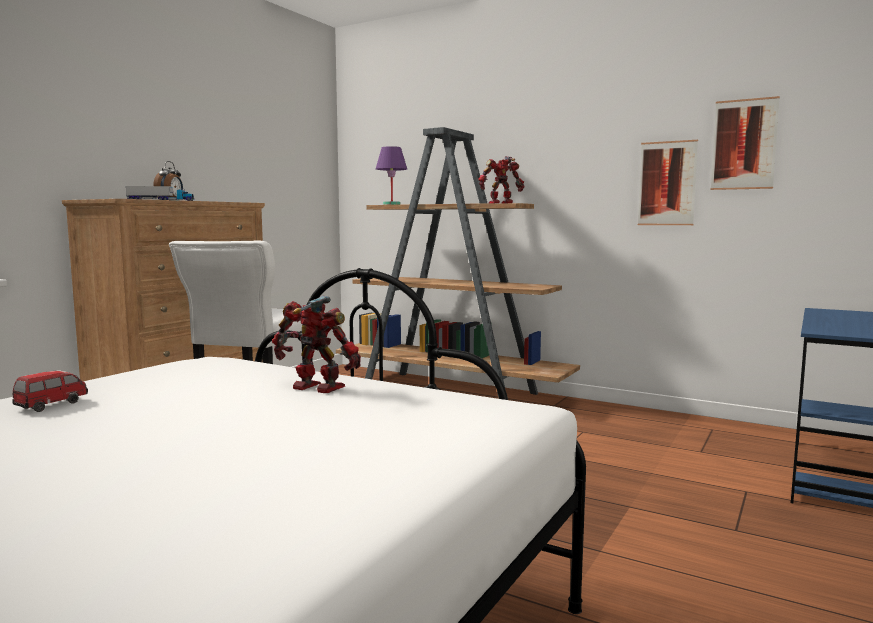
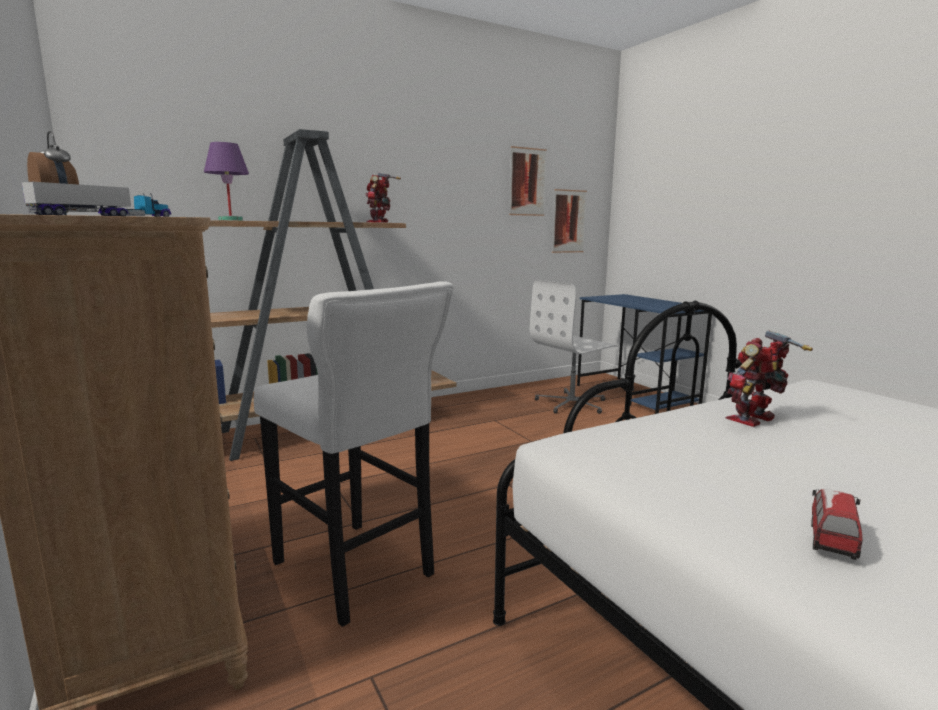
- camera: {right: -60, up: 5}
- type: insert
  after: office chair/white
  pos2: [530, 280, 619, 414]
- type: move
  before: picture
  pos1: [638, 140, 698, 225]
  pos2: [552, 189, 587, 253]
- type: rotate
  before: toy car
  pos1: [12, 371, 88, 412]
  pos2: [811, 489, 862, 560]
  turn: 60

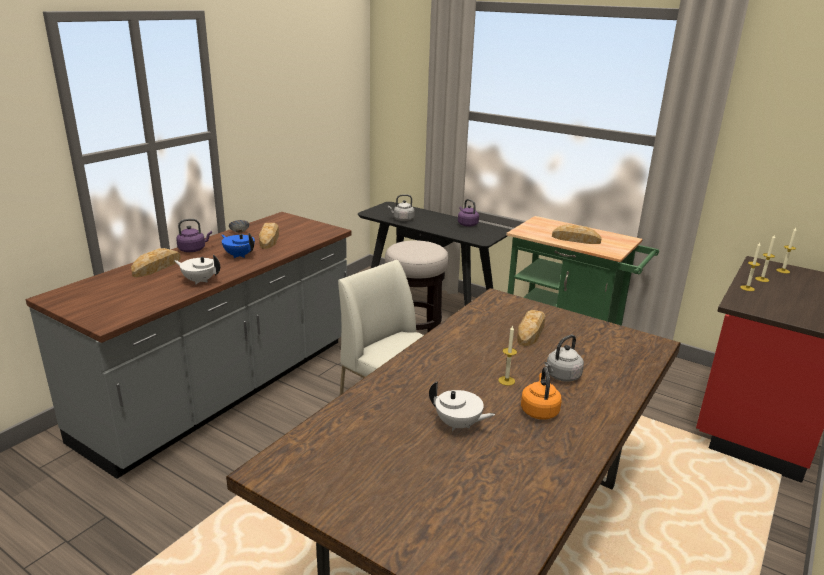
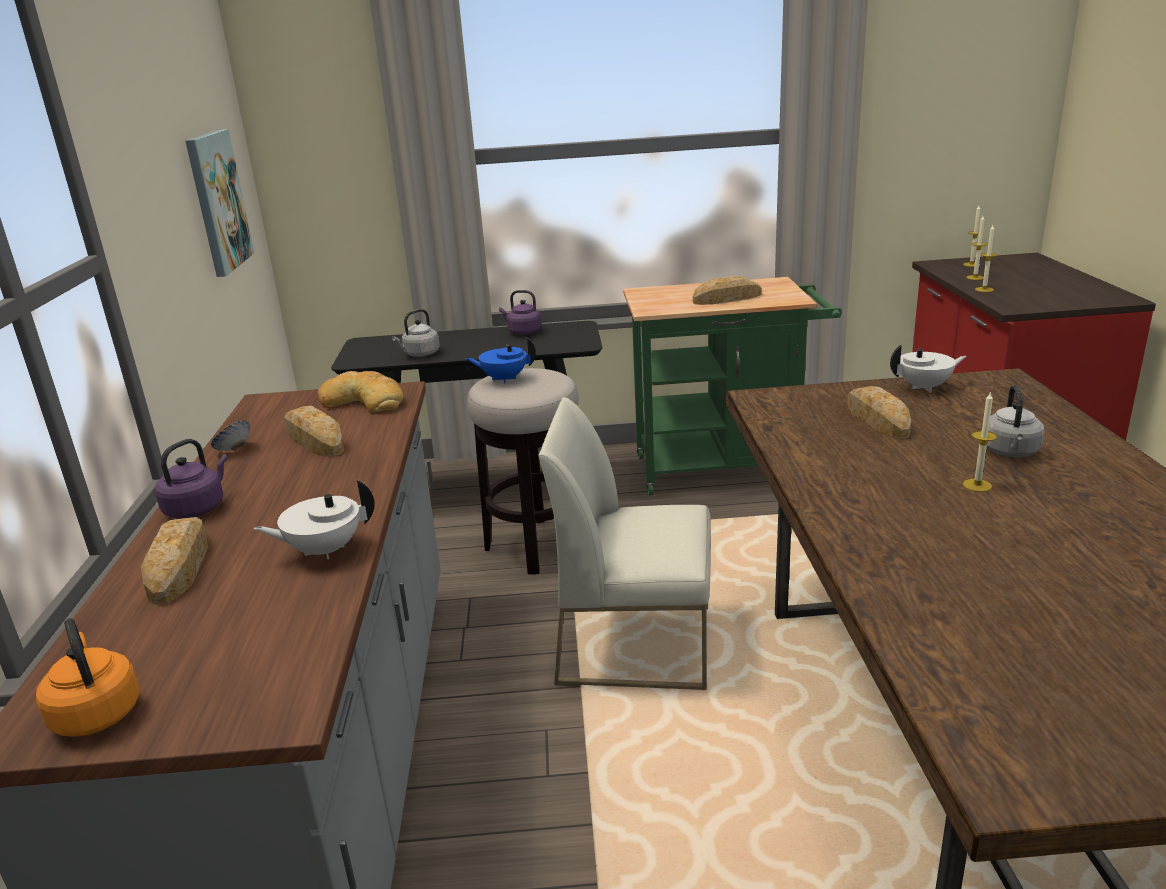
- camera: {right: -35, up: 0}
- type: insert
  after: picture
  pos2: [185, 129, 254, 277]
- type: insert
  after: bread
  pos2: [317, 371, 403, 413]
- type: move
  before: teapot/blue
  pos1: [222, 233, 255, 258]
  pos2: [465, 337, 536, 383]
- type: move
  before: teapot/white
  pos1: [429, 381, 495, 431]
  pos2: [890, 345, 967, 393]
- type: move
  before: kettle/orange
  pos1: [521, 367, 562, 420]
  pos2: [36, 618, 139, 737]

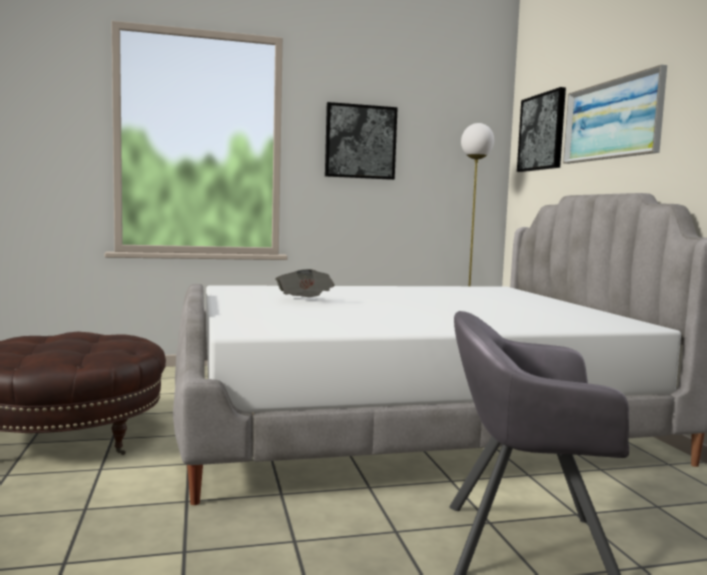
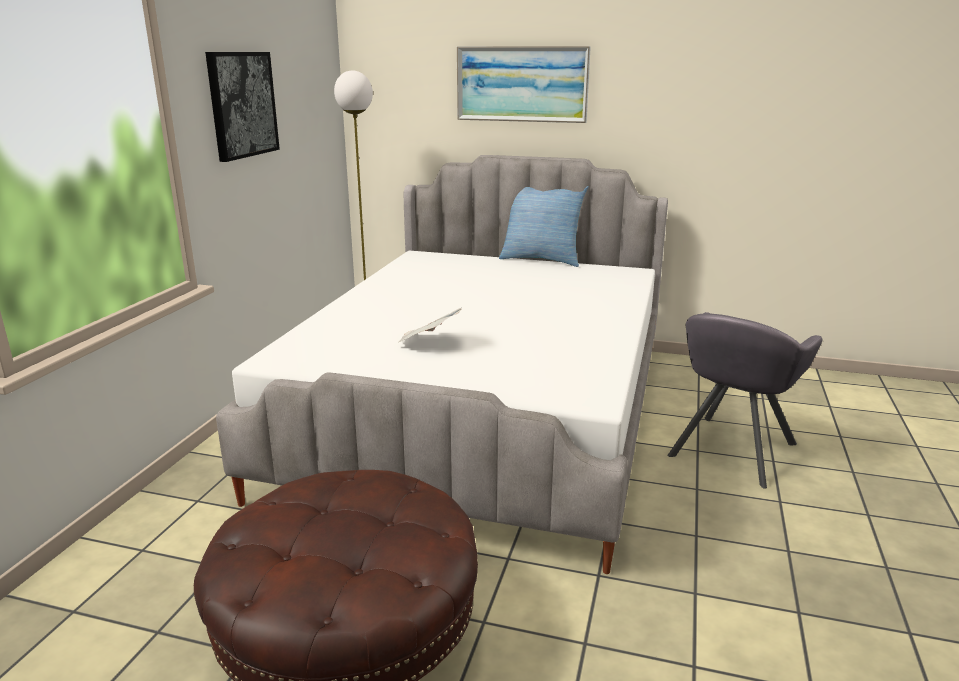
- camera: {right: -60, up: 15}
- type: delete
  before: picture
  pos1: [517, 87, 566, 172]
- type: insert
  after: pillow
  pos2: [499, 186, 589, 267]

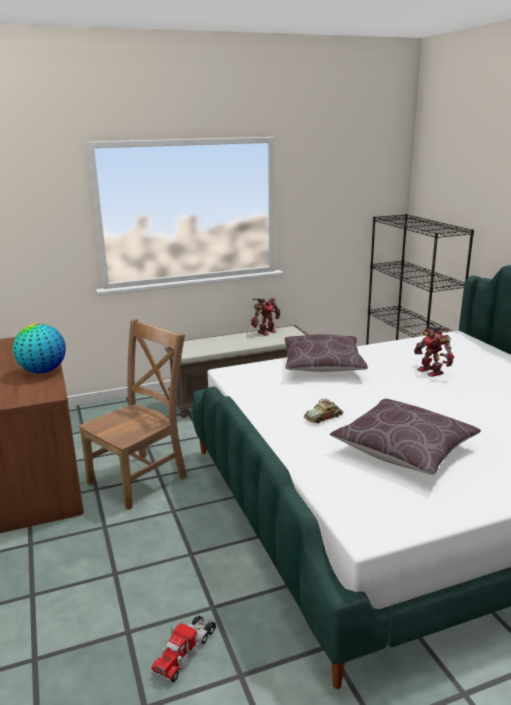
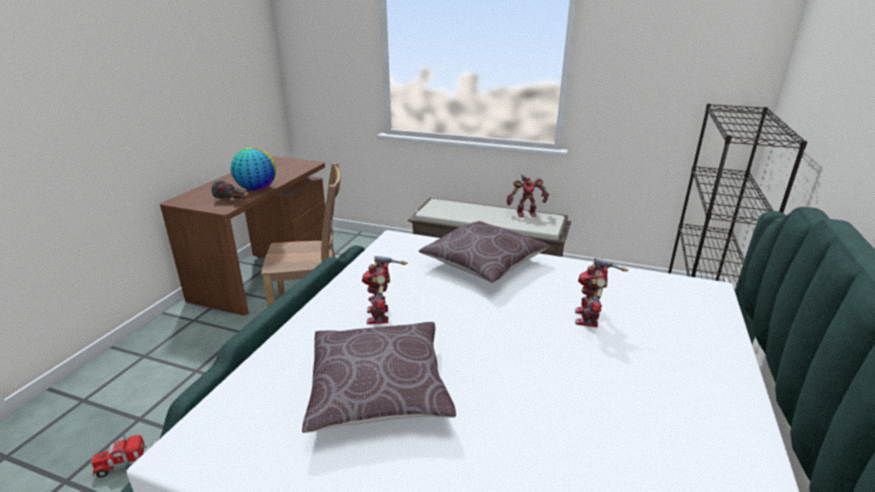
- camera: {right: 40, up: 5}
- type: insert
  after: flashlight
  pos2: [211, 180, 249, 199]
- type: replace
  before: toy car
  after: toy robot
  pos1: [304, 398, 343, 423]
  pos2: [362, 256, 407, 324]

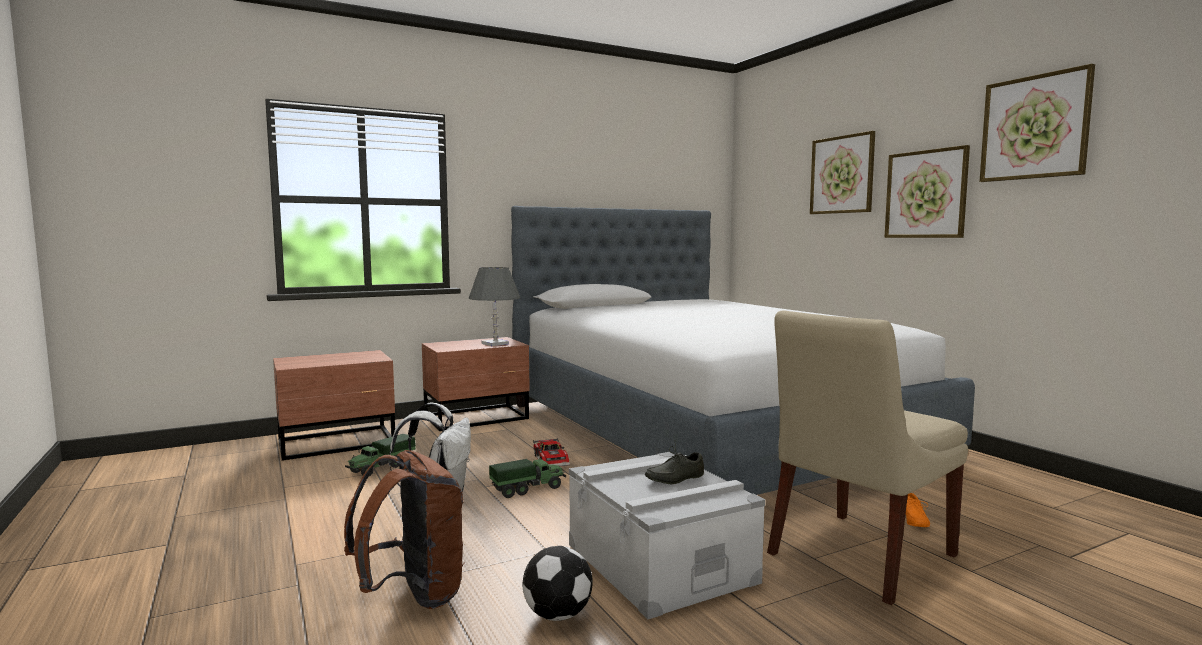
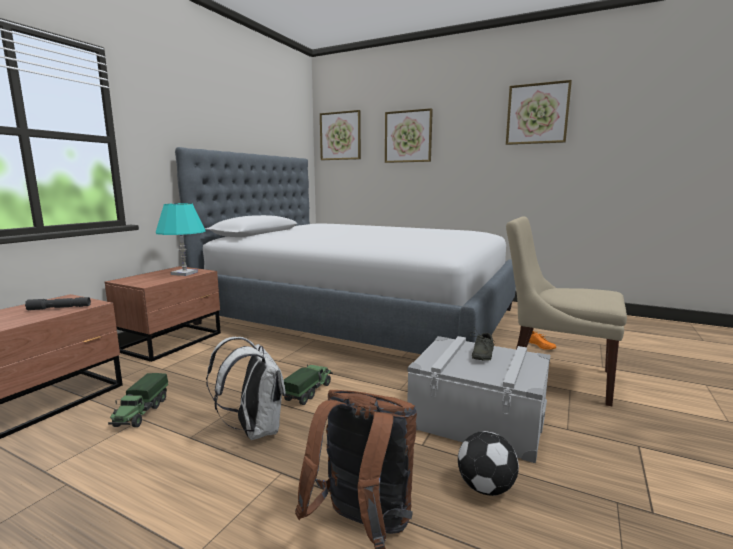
- camera: {right: -35, up: 5}
- type: delete
  before: toy car
  pos1: [533, 438, 570, 467]
- type: insert
  after: flashlight/grey
  pos2: [25, 297, 91, 310]
- type: move
  before: picture
  pos1: [884, 145, 970, 238]
  pos2: [320, 110, 361, 160]
- type: recolor
  before: table lamp/grey
  after: table lamp/turquoise
  pos1: [469, 267, 520, 346]
  pos2: [156, 203, 206, 276]
- type: rotate
  before: chair/beige
  pos1: [767, 311, 968, 605]
  pos2: [506, 216, 627, 406]
  turn: 105

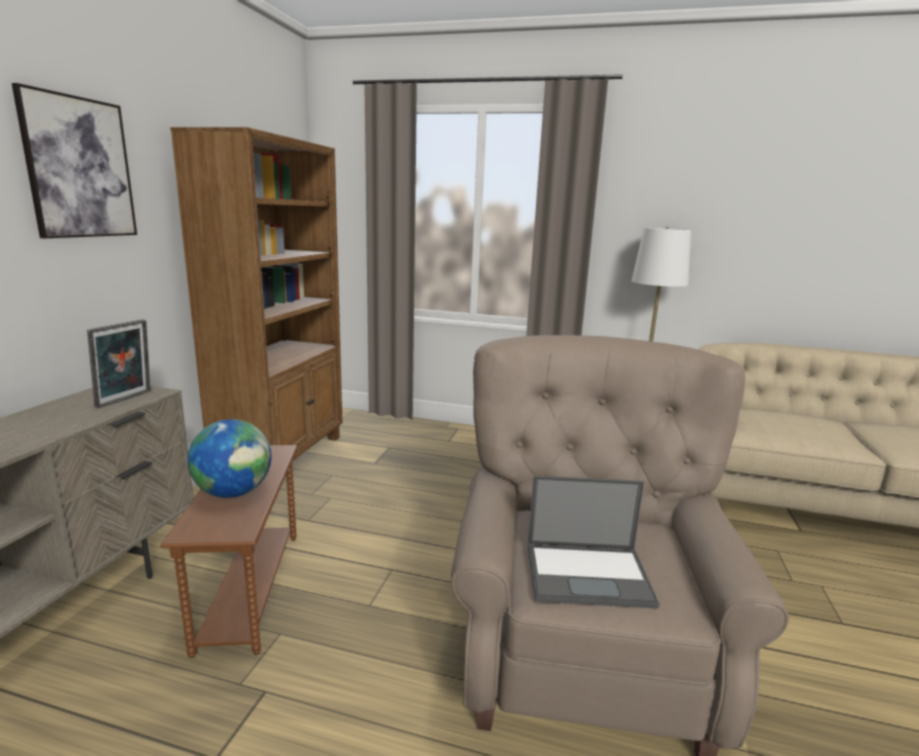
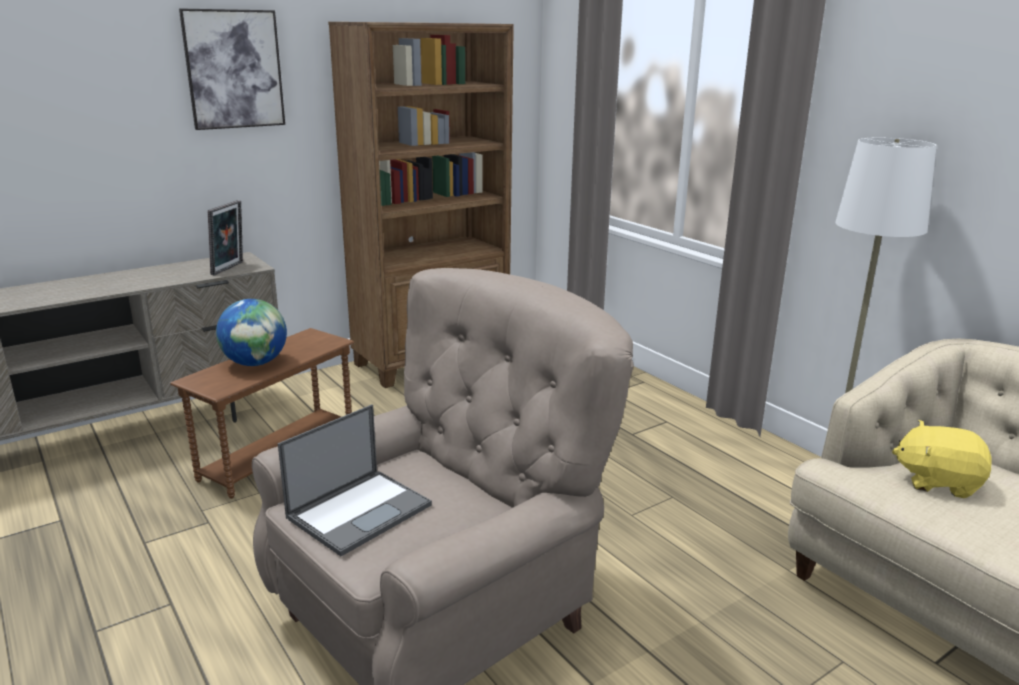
- camera: {right: 40, up: 5}
- type: insert
  after: plush toy/yellow
  pos2: [892, 420, 991, 498]
- type: rotate
  before: picture frame
  pos1: [87, 319, 151, 408]
  pos2: [208, 200, 243, 276]
  turn: -45
- type: rotate
  before: laptop
  pos1: [528, 475, 660, 609]
  pos2: [278, 404, 432, 556]
  turn: -90

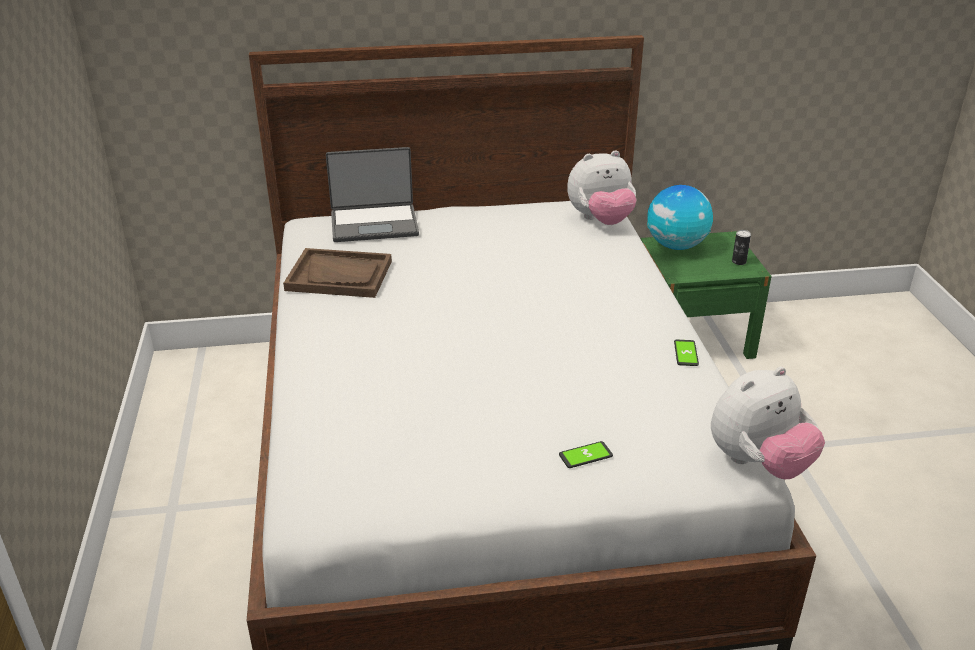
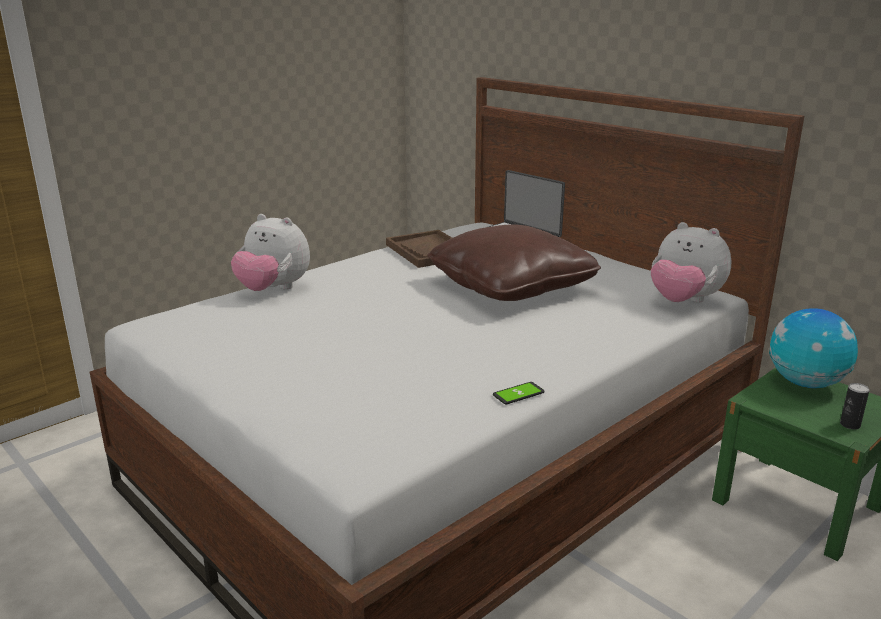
- camera: {right: 55, up: -10}
- type: delete
  before: phone
  pos1: [559, 441, 613, 468]
- type: insert
  after: pillow/brown
  pos2: [427, 224, 601, 301]
- type: move
  before: plush toy
  pos1: [711, 367, 825, 479]
  pos2: [231, 214, 310, 291]

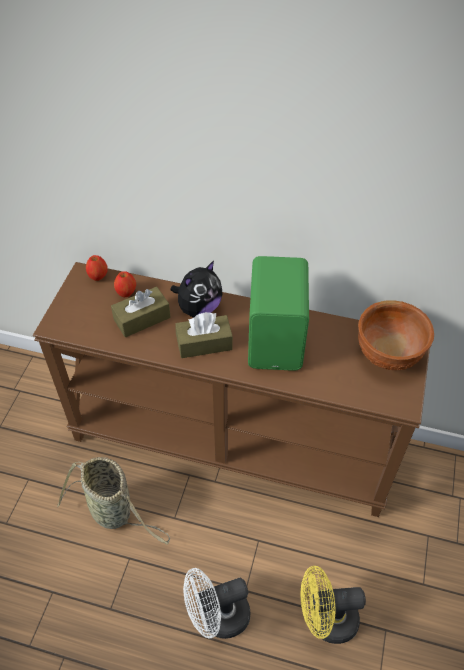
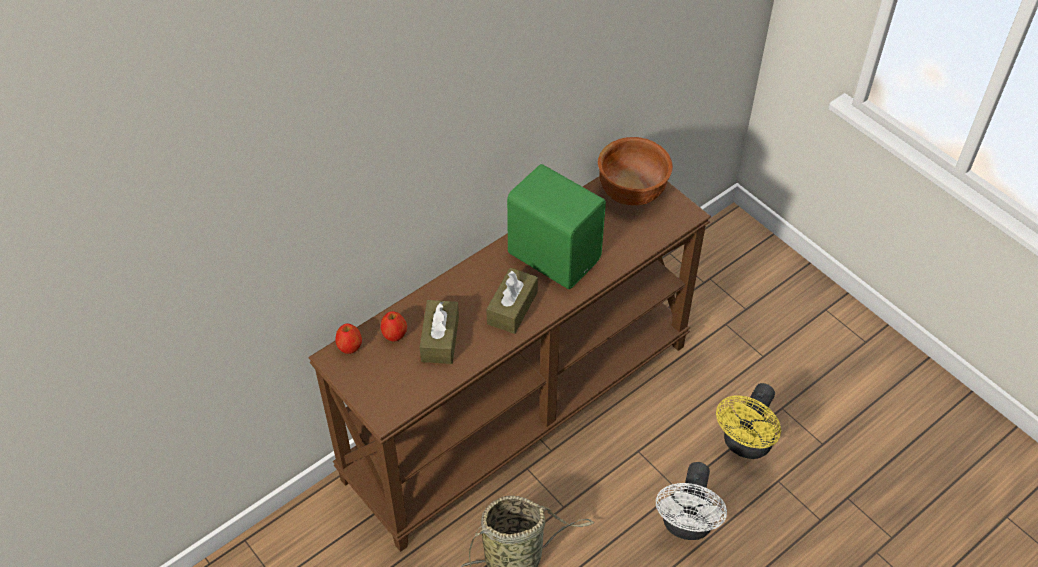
- camera: {right: -55, up: 0}
- type: delete
  before: plush toy
  pos1: [171, 261, 222, 317]

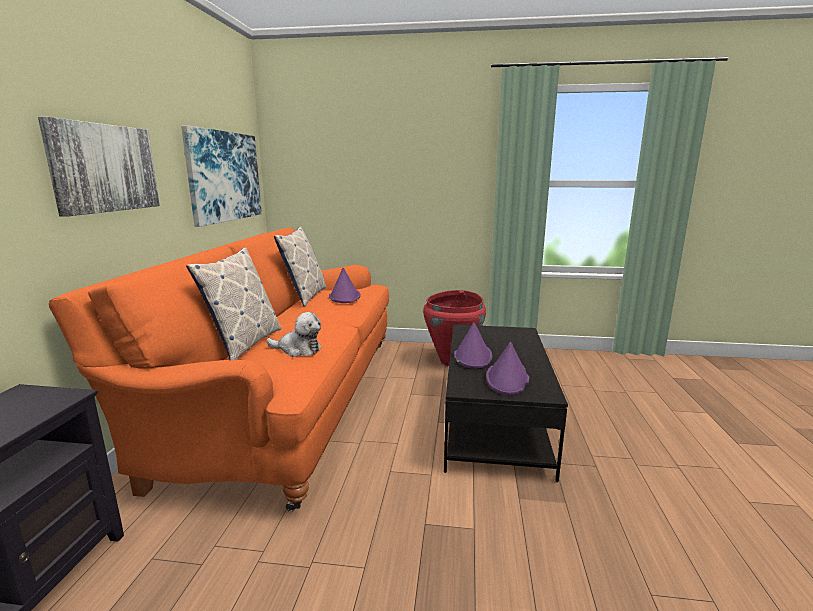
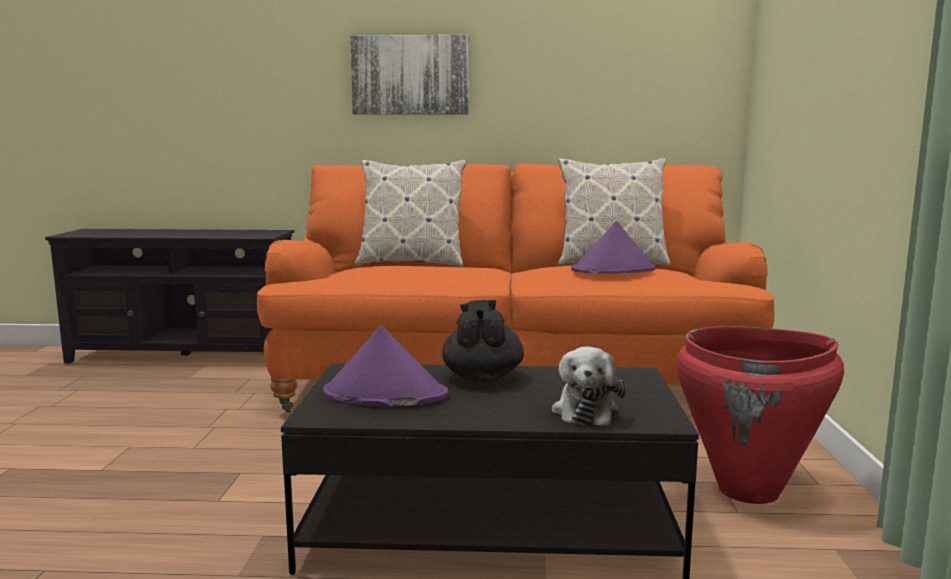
- camera: {right: 85, up: -5}
- type: delete
  before: picture
  pos1: [181, 125, 262, 227]
- type: move
  before: plush toy
  pos1: [267, 312, 322, 357]
  pos2: [552, 346, 626, 426]
- type: replace
  before: hat/purple
  after: teapot/black
  pos1: [454, 322, 493, 369]
  pos2: [442, 300, 524, 382]

